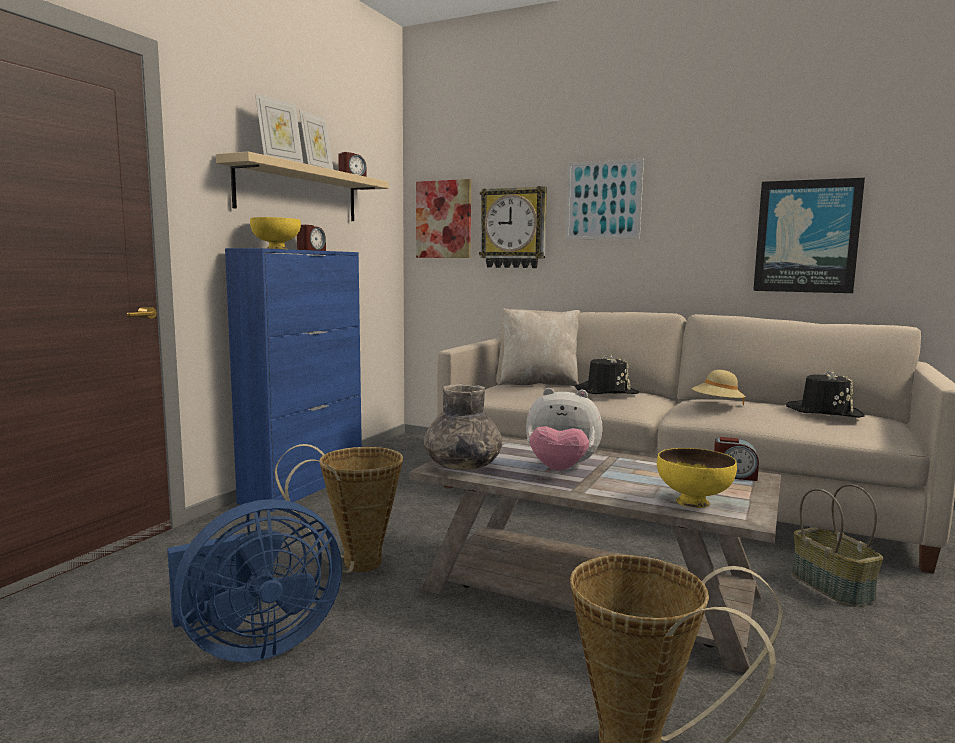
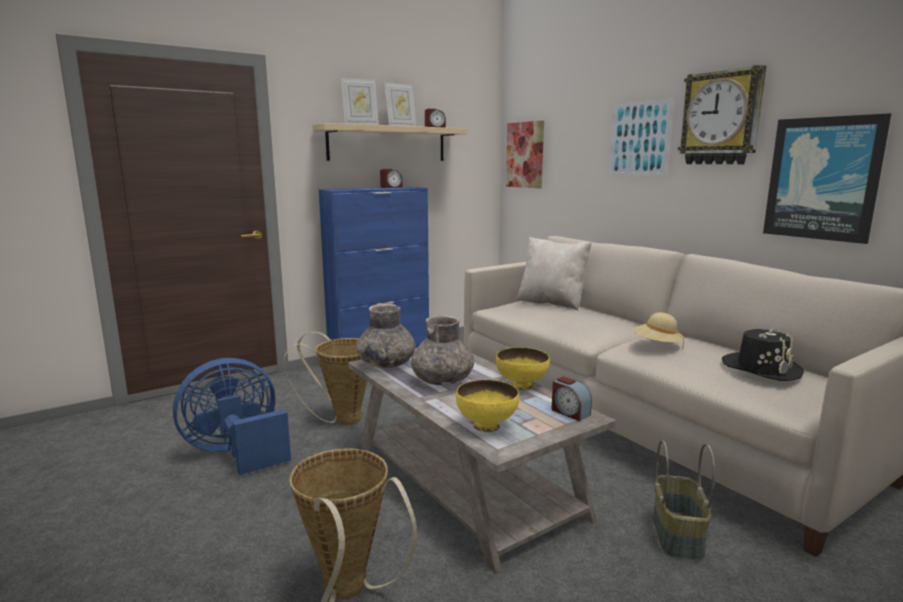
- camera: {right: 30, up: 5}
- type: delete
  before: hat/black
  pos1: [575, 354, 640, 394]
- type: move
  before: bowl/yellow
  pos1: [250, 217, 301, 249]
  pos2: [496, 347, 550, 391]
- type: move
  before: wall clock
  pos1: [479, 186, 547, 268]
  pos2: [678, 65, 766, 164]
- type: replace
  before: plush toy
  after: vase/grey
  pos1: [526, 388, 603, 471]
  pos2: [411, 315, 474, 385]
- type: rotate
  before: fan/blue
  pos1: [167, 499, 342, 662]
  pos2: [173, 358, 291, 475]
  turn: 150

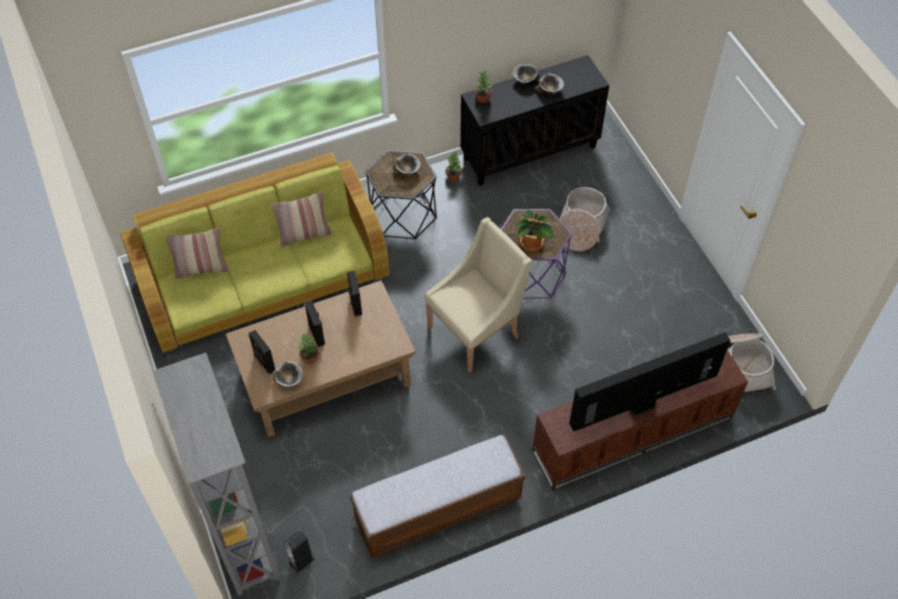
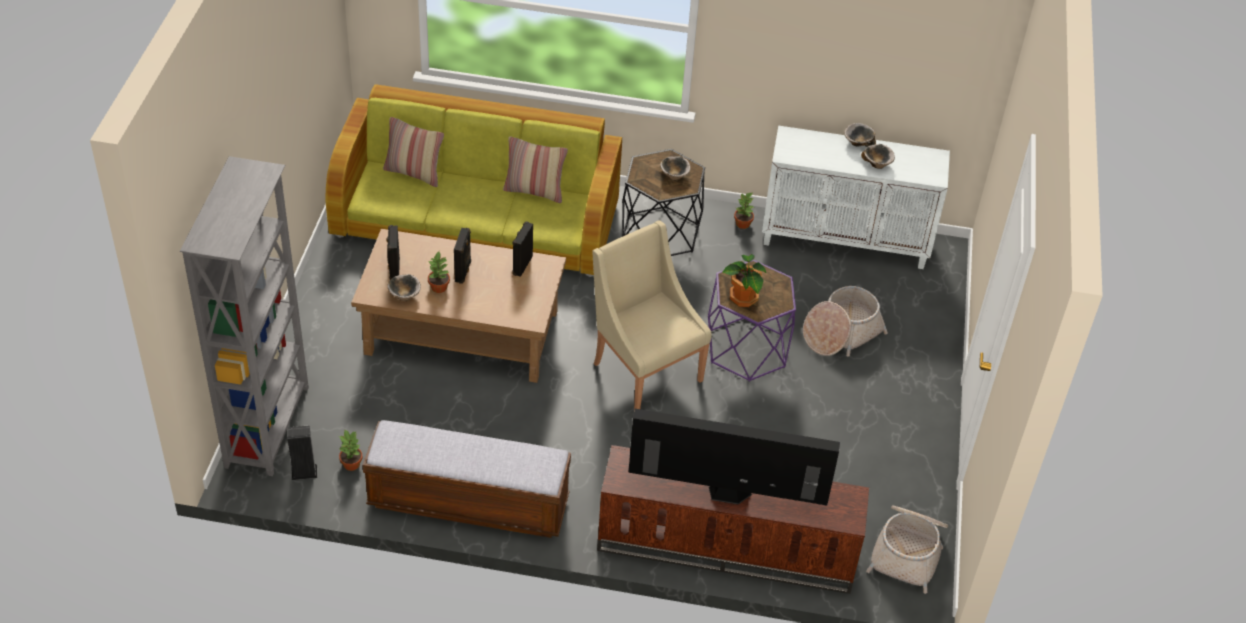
- camera: {right: 30, up: -10}
- type: move
  before: potted plant
  pos1: [475, 70, 492, 103]
  pos2: [338, 430, 363, 471]
- type: recolor
  before: cabinet/black
  after: cabinet/white
  pos1: [460, 55, 609, 186]
  pos2: [762, 125, 950, 269]
- type: rotate
  before: armchair/beige
  pos1: [425, 217, 532, 373]
  pos2: [593, 220, 712, 411]
  turn: -120

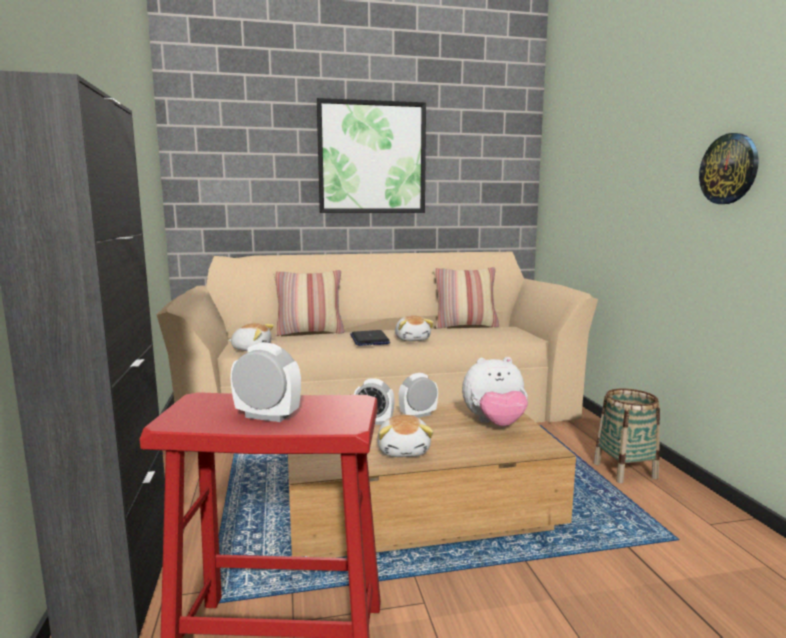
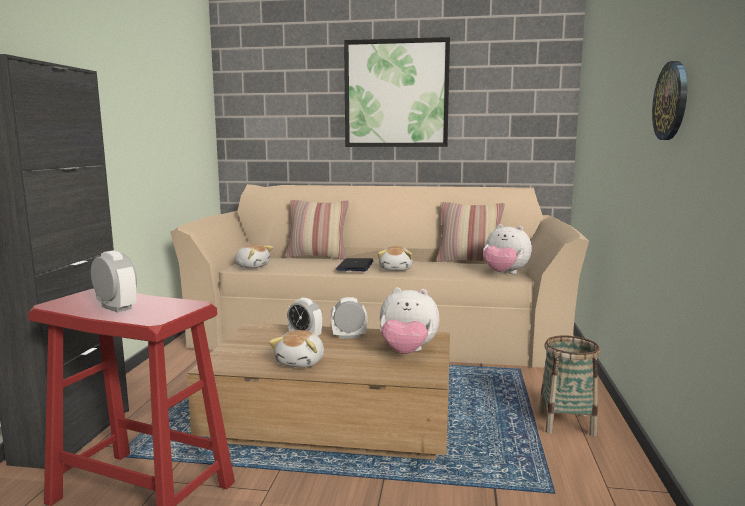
- camera: {right: 20, up: 0}
- type: insert
  after: plush toy
  pos2: [483, 224, 532, 274]

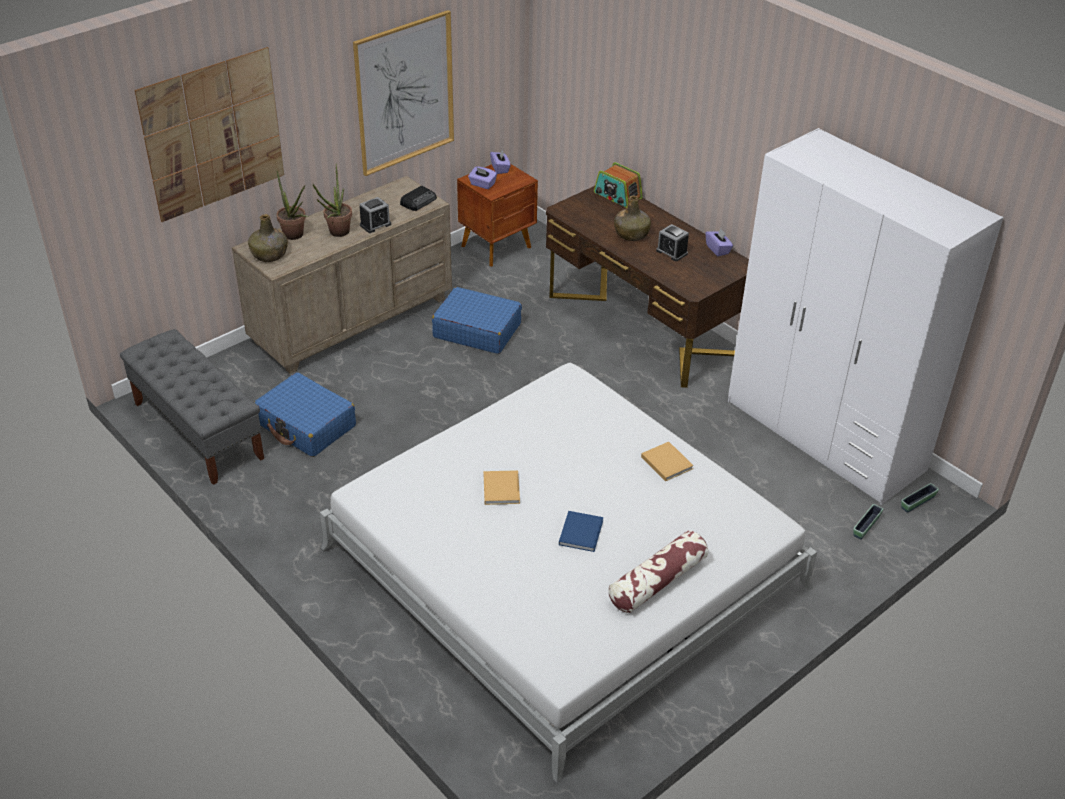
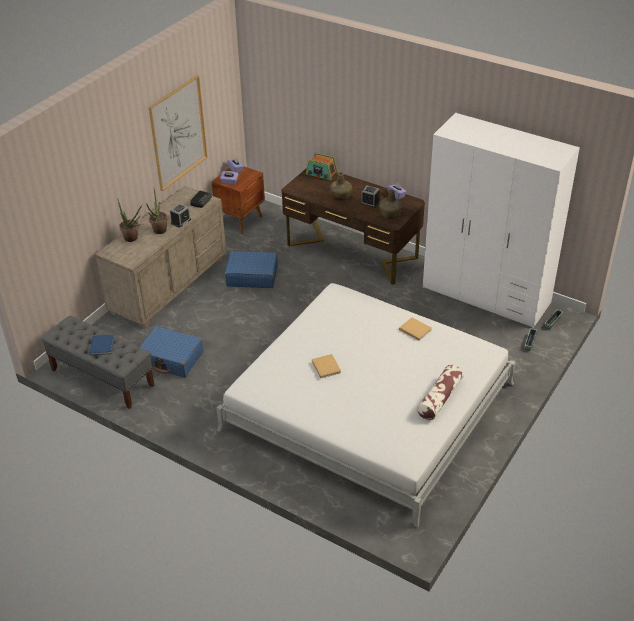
- camera: {right: -15, up: 0}
- type: delete
  before: picture
  pos1: [135, 47, 284, 222]
- type: move
  before: bottle/green
  pos1: [248, 214, 288, 262]
  pos2: [379, 189, 403, 219]
- type: move
  before: book/blue
  pos1: [559, 511, 604, 552]
  pos2: [89, 335, 114, 355]

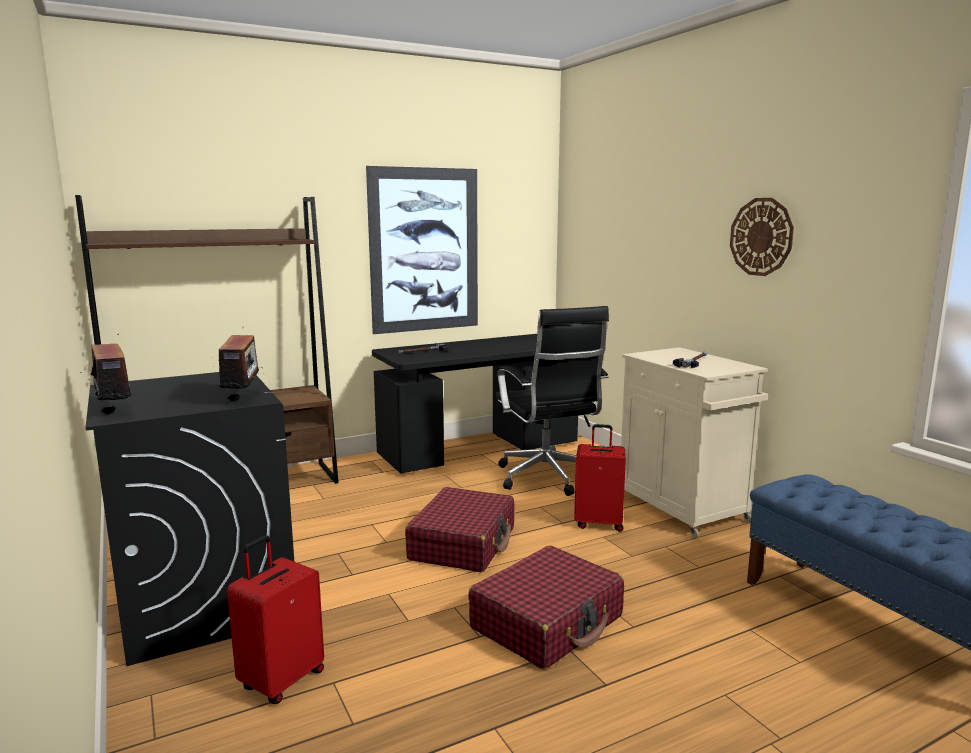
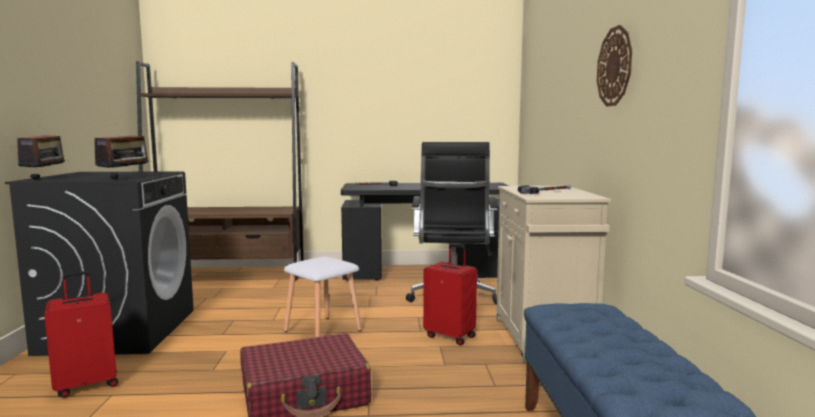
- camera: {right: 25, up: -5}
- type: delete
  before: picture
  pos1: [366, 166, 478, 334]
- type: replace
  before: suitcase/red
  after: stool/white
  pos1: [405, 487, 515, 572]
  pos2: [284, 257, 362, 337]

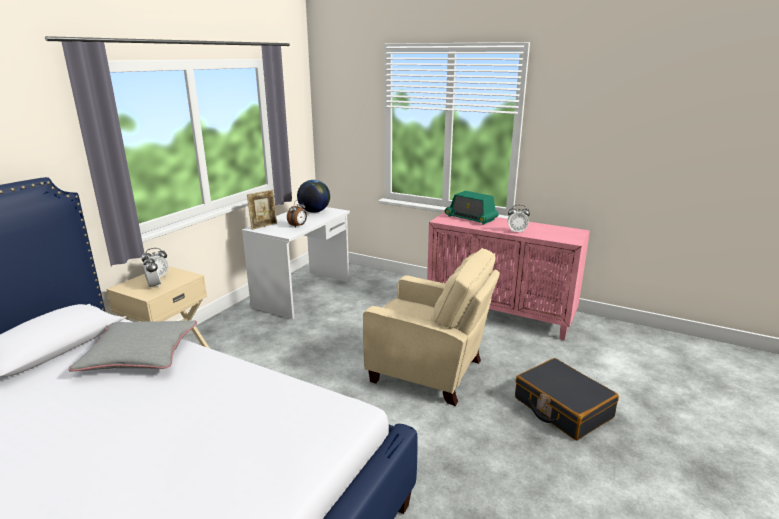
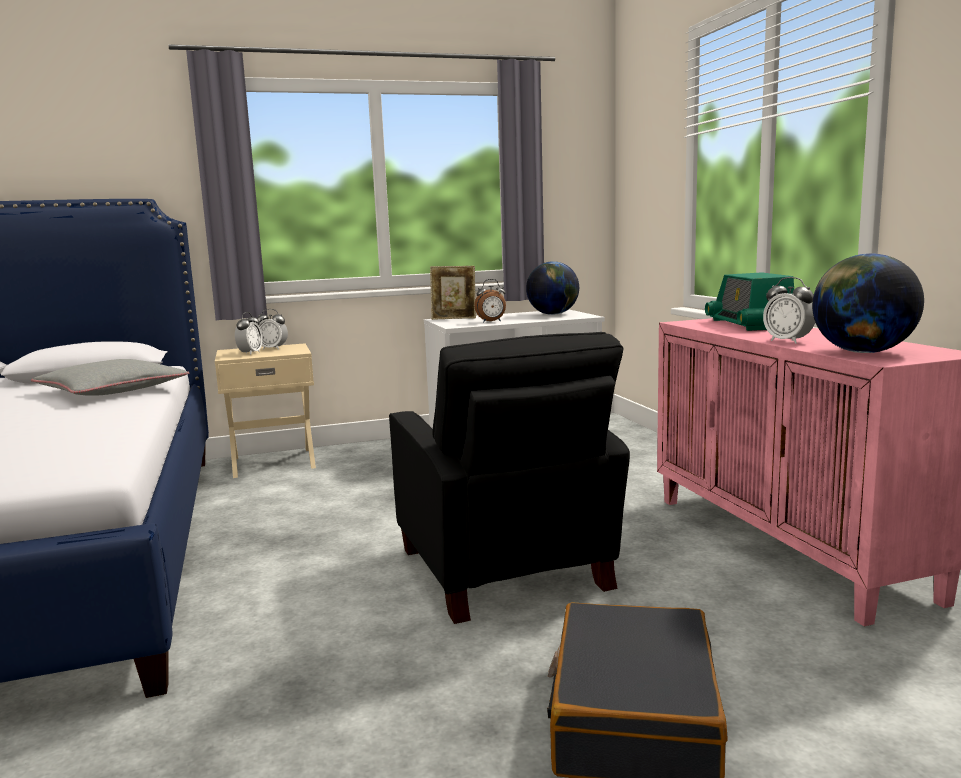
- camera: {right: 45, up: -10}
- type: insert
  after: globe
  pos2: [812, 253, 924, 353]
- type: recolor
  before: armchair/beige
  after: armchair/black
  pos1: [363, 248, 500, 406]
  pos2: [389, 332, 630, 624]

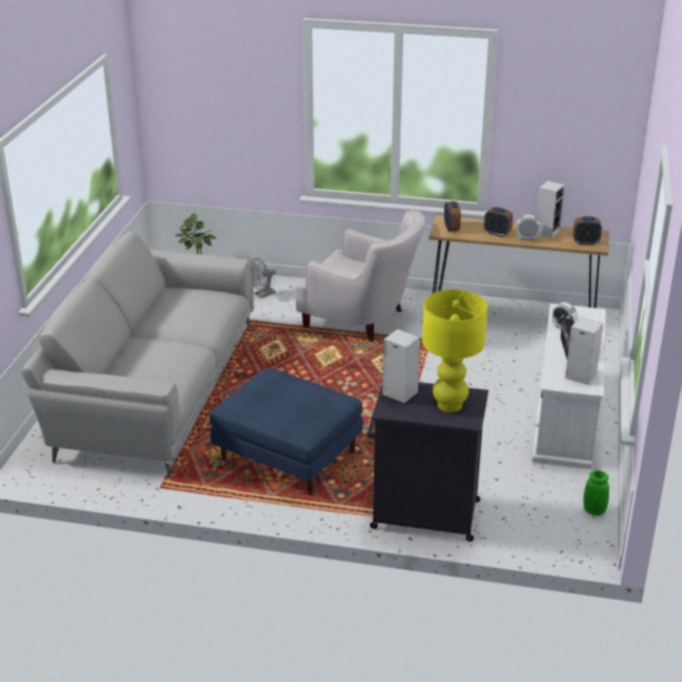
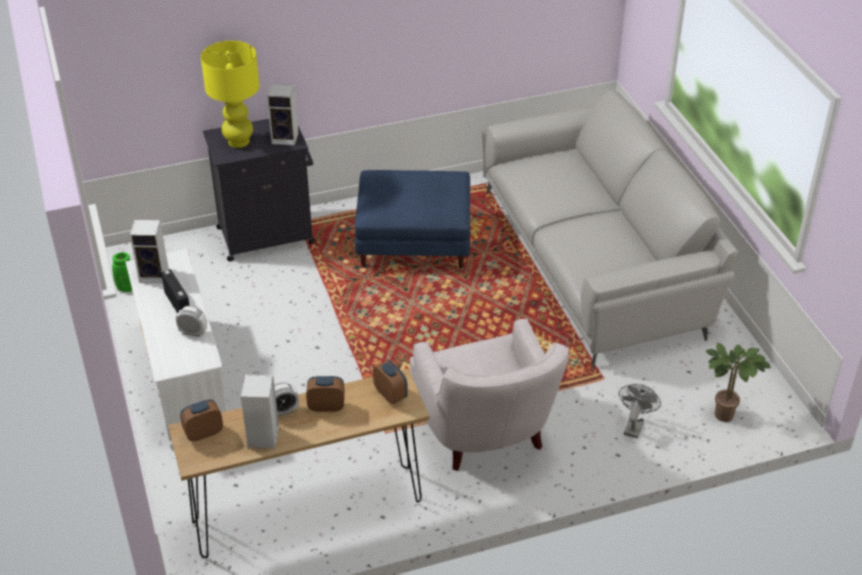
- camera: {right: 150, up: 10}
- type: rotate
  before: armchair/white
  pos1: [296, 210, 425, 342]
  pos2: [410, 318, 569, 471]
  turn: -105

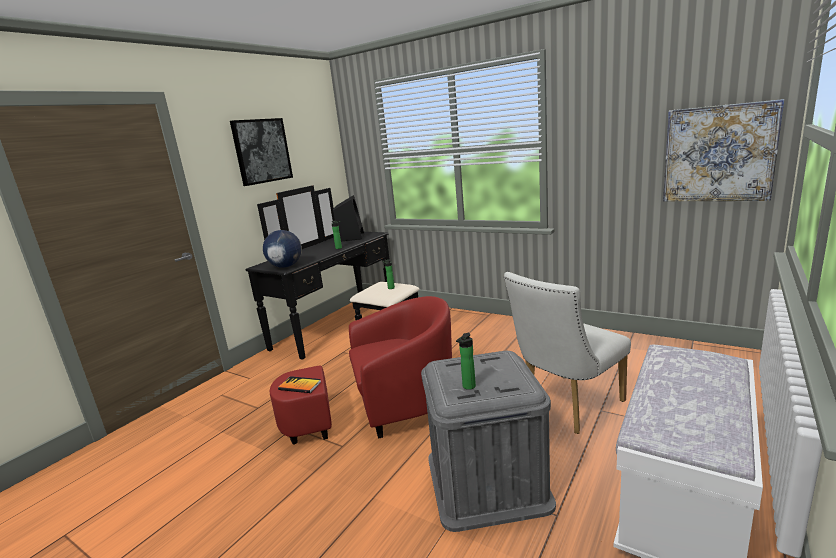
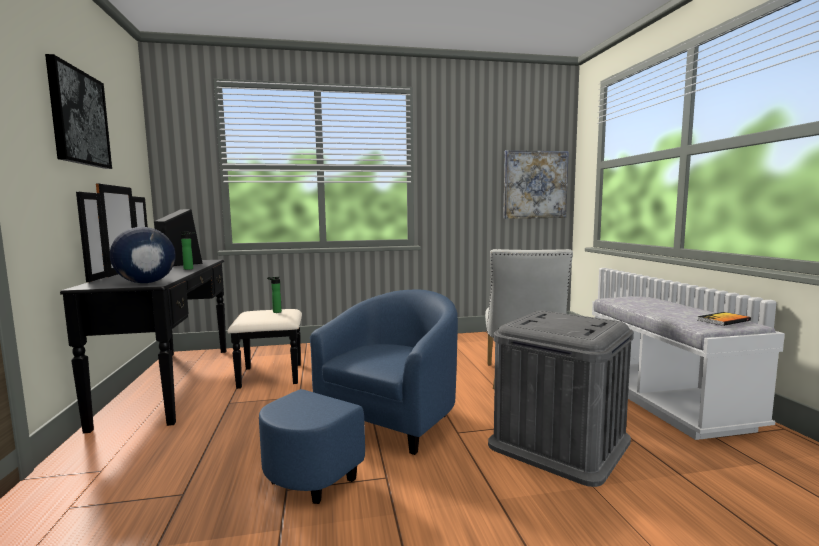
- camera: {right: -45, up: -10}
- type: delete
  before: bottle
  pos1: [456, 333, 476, 390]
- type: move
  before: book
  pos1: [278, 376, 321, 393]
  pos2: [697, 312, 751, 326]
- type: recolor
  before: armchair/red
  after: armchair/blue
  pos1: [270, 296, 452, 445]
  pos2: [259, 289, 458, 504]

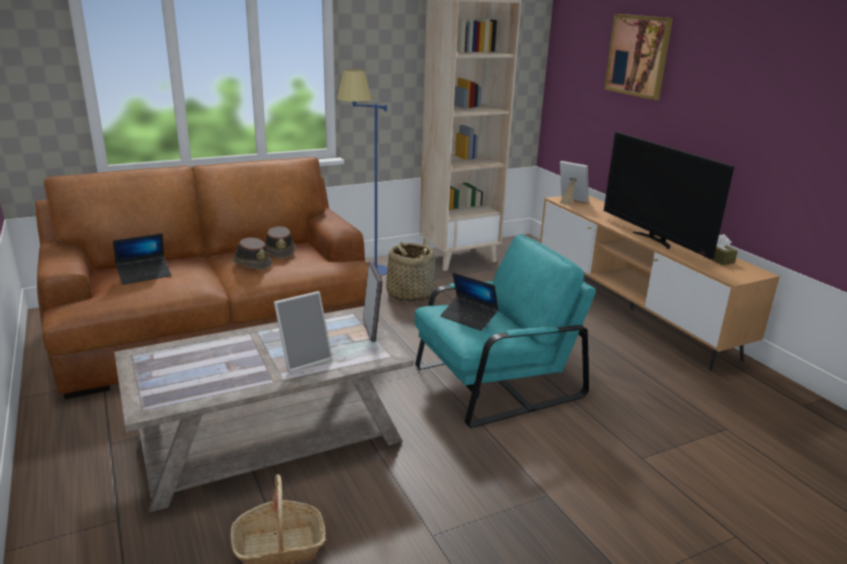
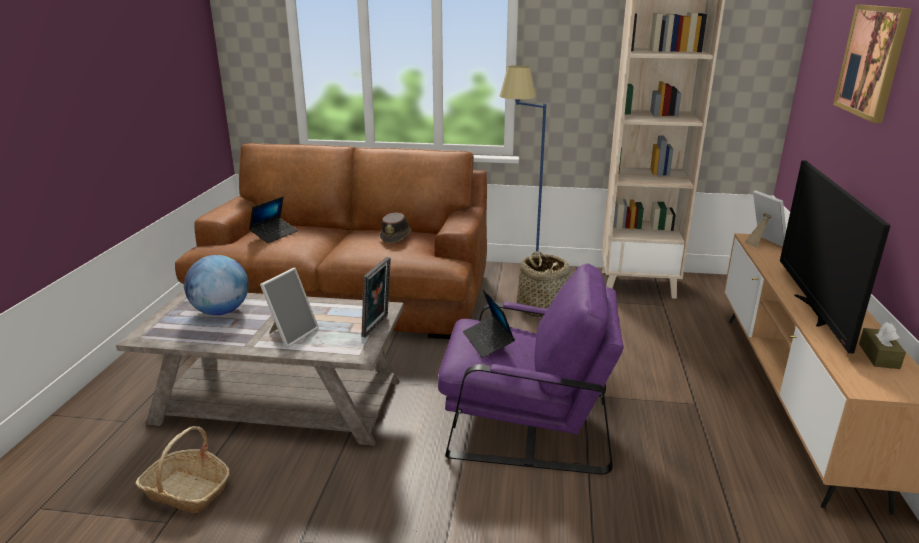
- camera: {right: 35, up: 0}
- type: delete
  before: hat/brown
  pos1: [232, 237, 272, 270]
- type: insert
  after: globe
  pos2: [184, 255, 249, 315]
- type: recolor
  before: armchair/turquoise
  after: armchair/purple
  pos1: [414, 234, 596, 428]
  pos2: [438, 263, 624, 475]
- type: rotate
  before: laptop
  pos1: [113, 233, 171, 285]
  pos2: [249, 196, 298, 243]
  turn: -60
- type: rotate
  before: picture frame
  pos1: [274, 291, 333, 372]
  pos2: [260, 268, 319, 348]
  turn: -60

